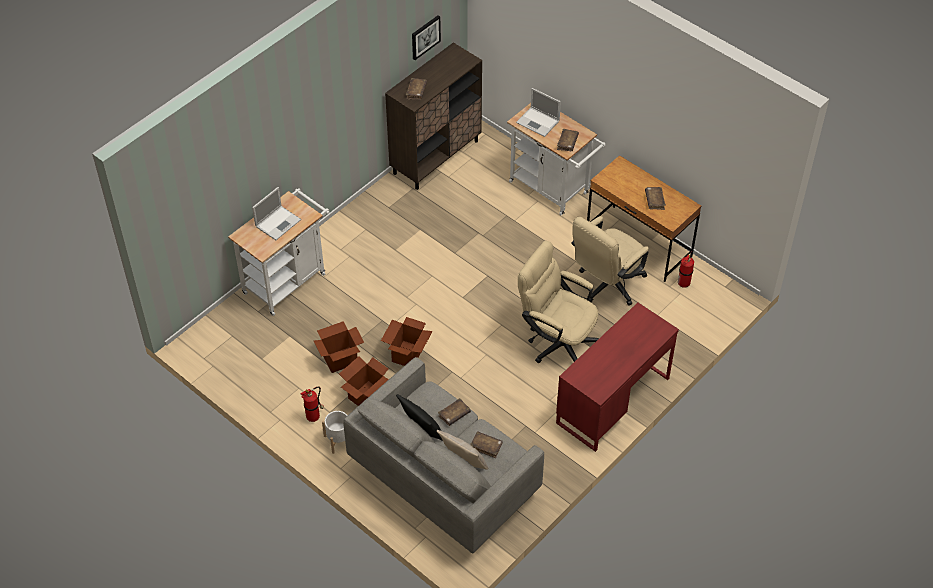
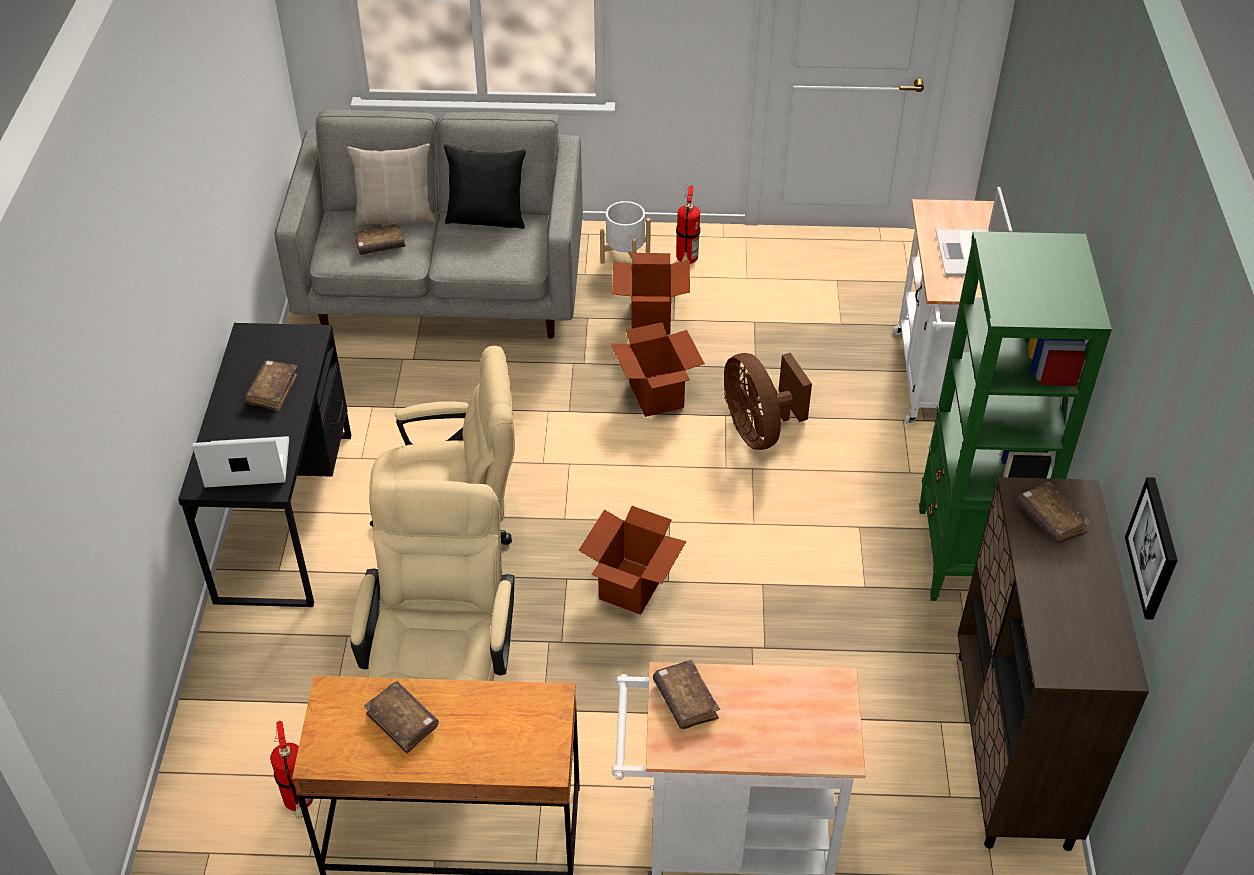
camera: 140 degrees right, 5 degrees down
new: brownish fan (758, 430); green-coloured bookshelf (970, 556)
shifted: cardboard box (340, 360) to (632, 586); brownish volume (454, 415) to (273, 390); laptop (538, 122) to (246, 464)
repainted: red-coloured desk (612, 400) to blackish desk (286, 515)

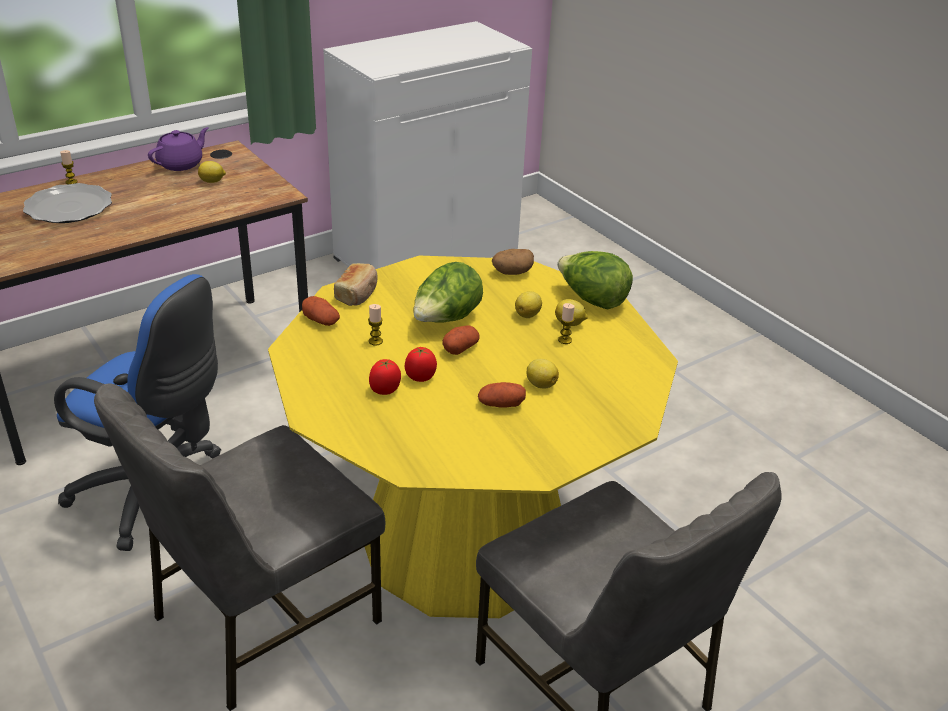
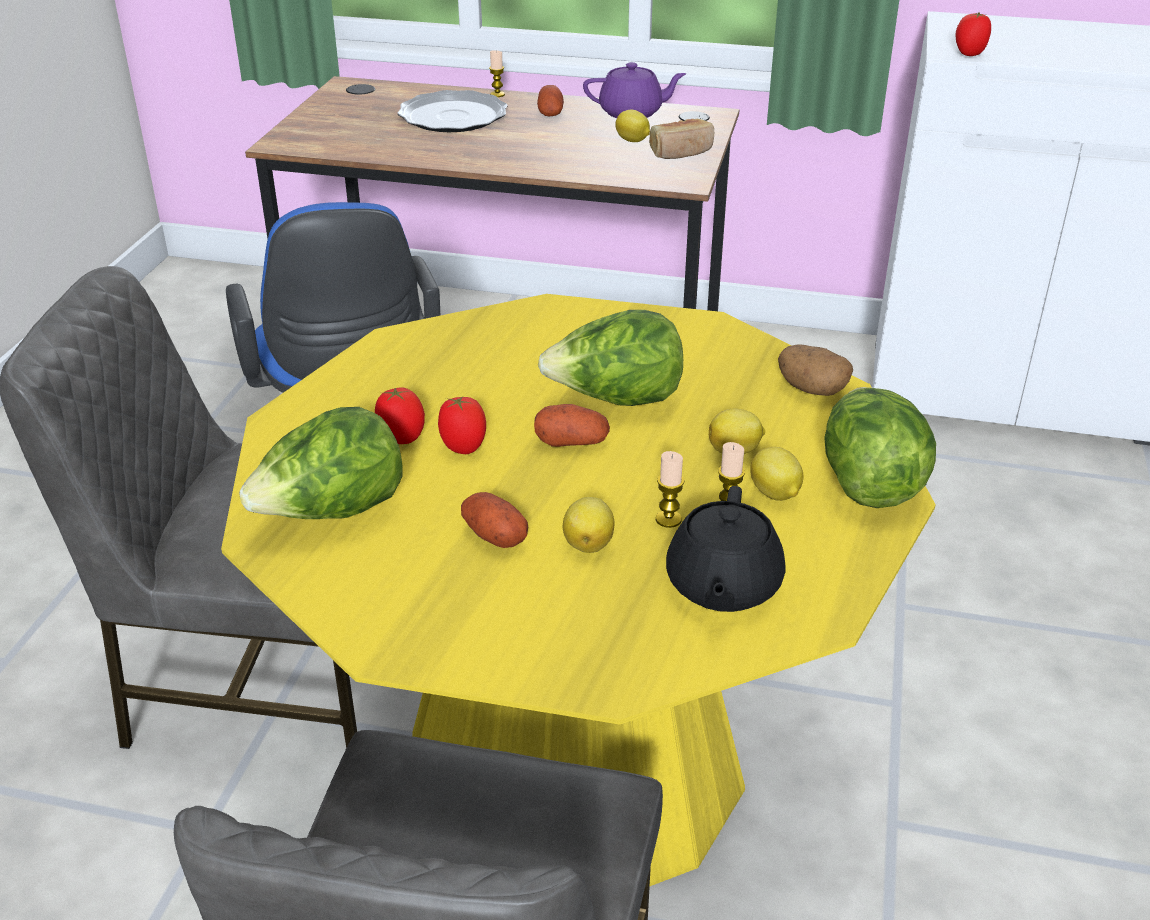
camera: 50 degrees right, 0 degrees up
new: lettuce (332, 514); blackish tea pot (722, 586); tomato (969, 54)
shifted: spud (321, 320) to (550, 113); bread (357, 294) to (681, 152); wax light (375, 341) to (668, 519)

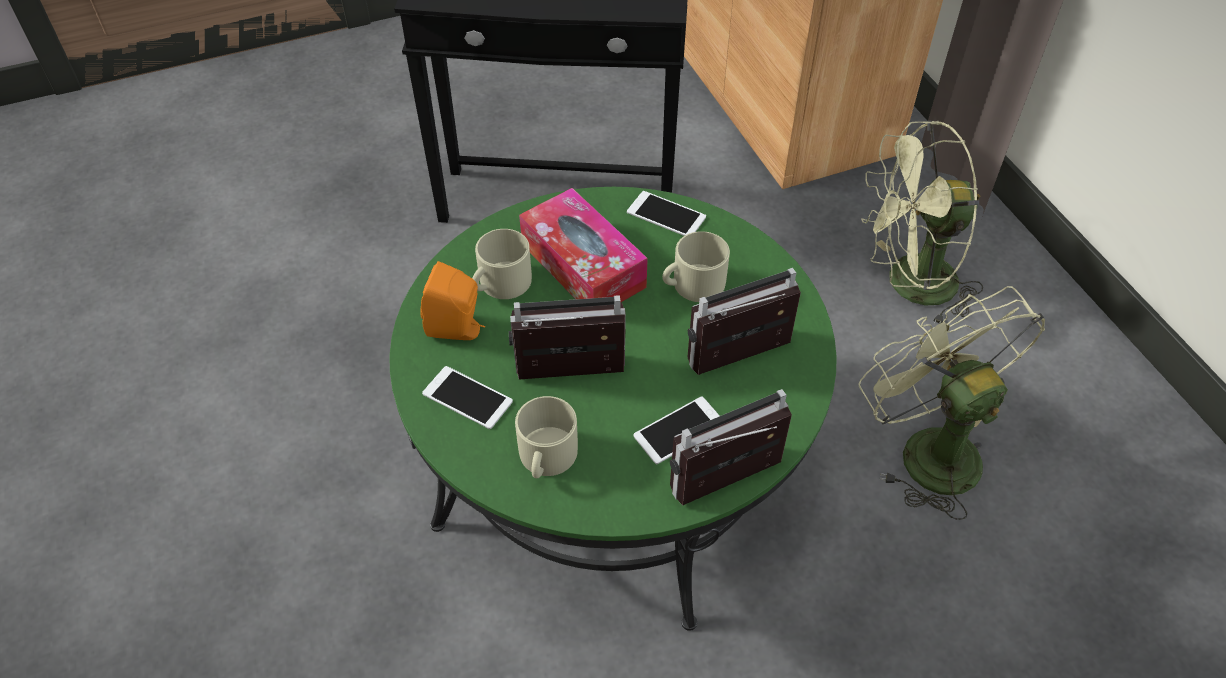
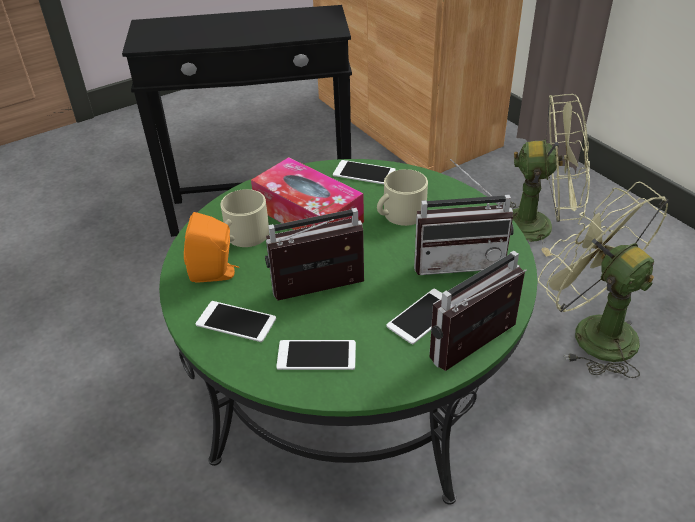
camera: 10 degrees left, 10 degrees down
swapped: sand-coloured coffee mug (546, 458) to phone (316, 355)
rotated: radio set (743, 362) = (458, 260) 150 degrees counterclockwise; green-coloured fan (908, 286) = (538, 225) 150 degrees counterclockwise

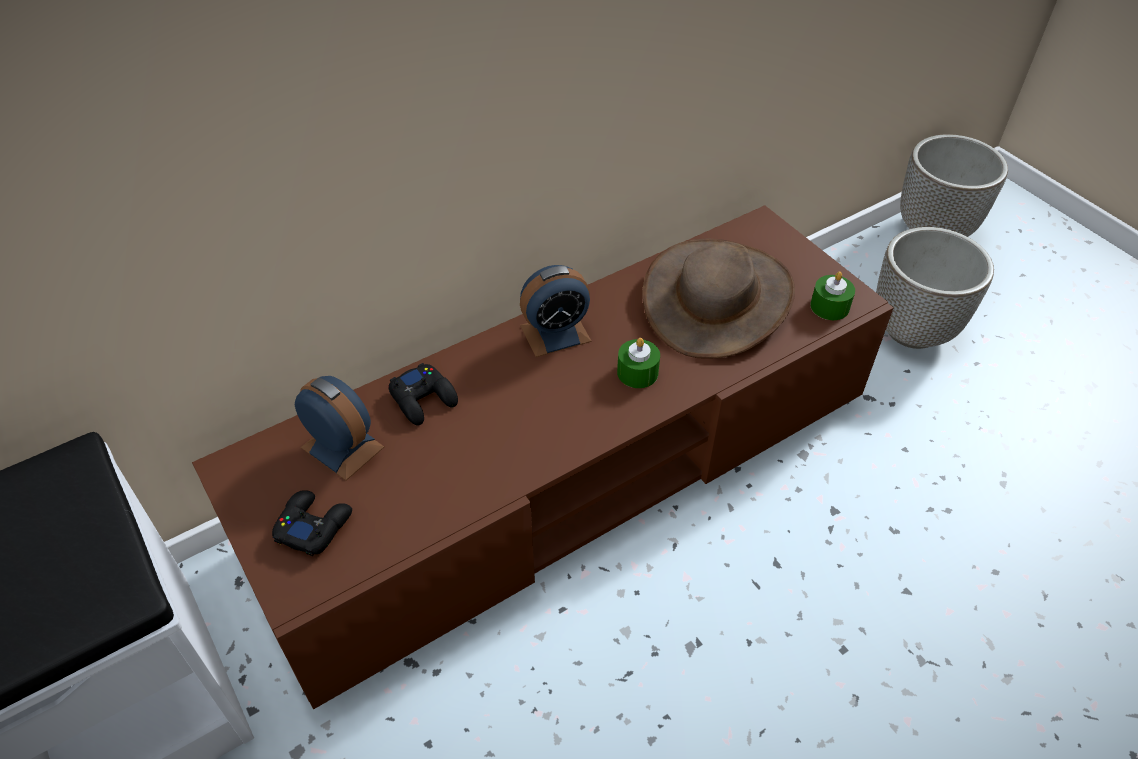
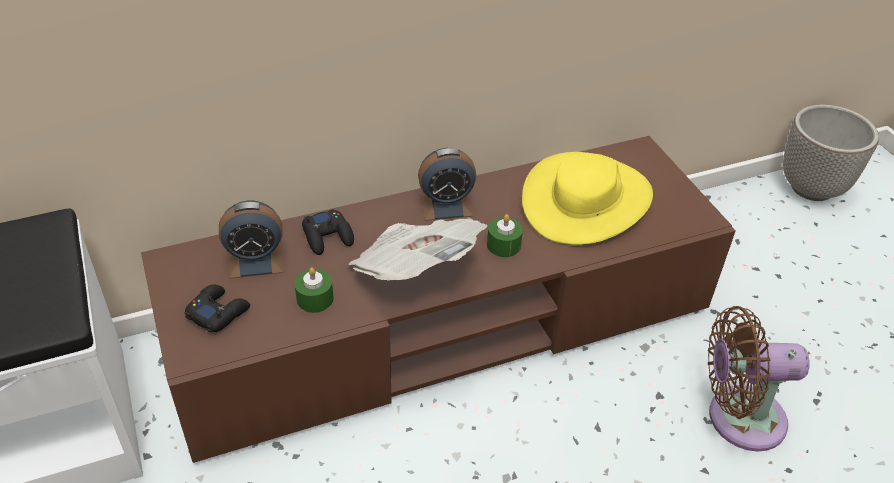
camera: 10 degrees right, 5 degrees down
gone: plant pot (913, 330)
new: printed paper (415, 270); brownish fan (738, 418)
shifted: green-coloured wax light (829, 306) to (315, 299)
repainted: brownish clothing hat (717, 299) to yellowish clothing hat (586, 201)
rotated: alarm clock (342, 447) = (255, 261) 120 degrees clockwise

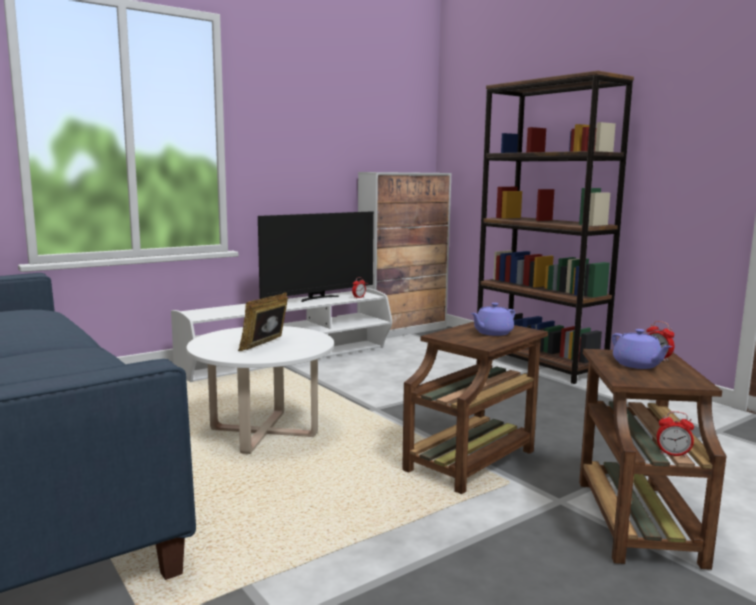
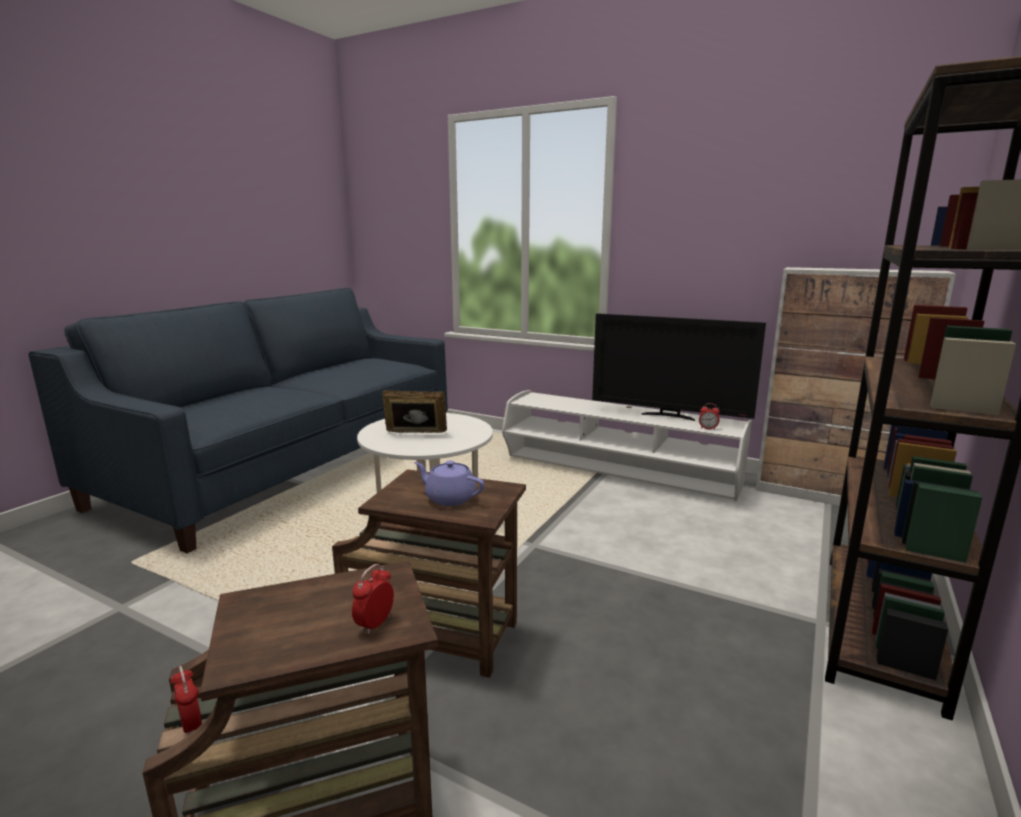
camera: 65 degrees right, 5 degrees up
gone: purplish tea pot (637, 365)
rotated: alarm clock (673, 454) = (191, 725) 150 degrees clockwise

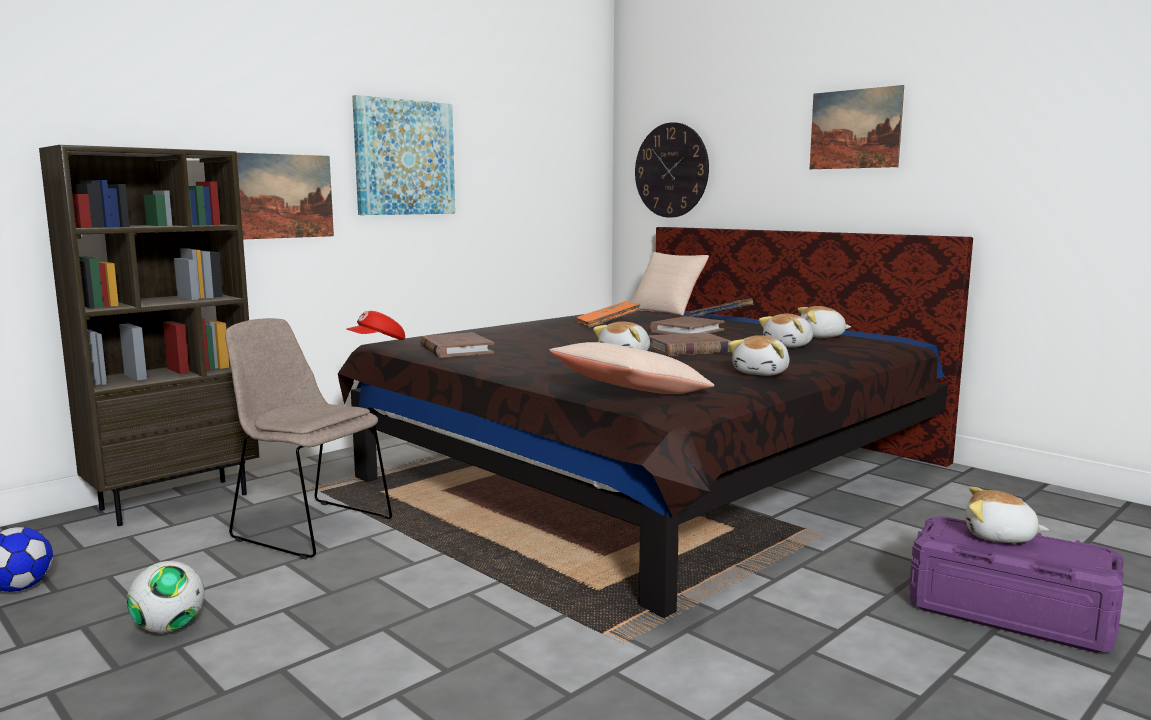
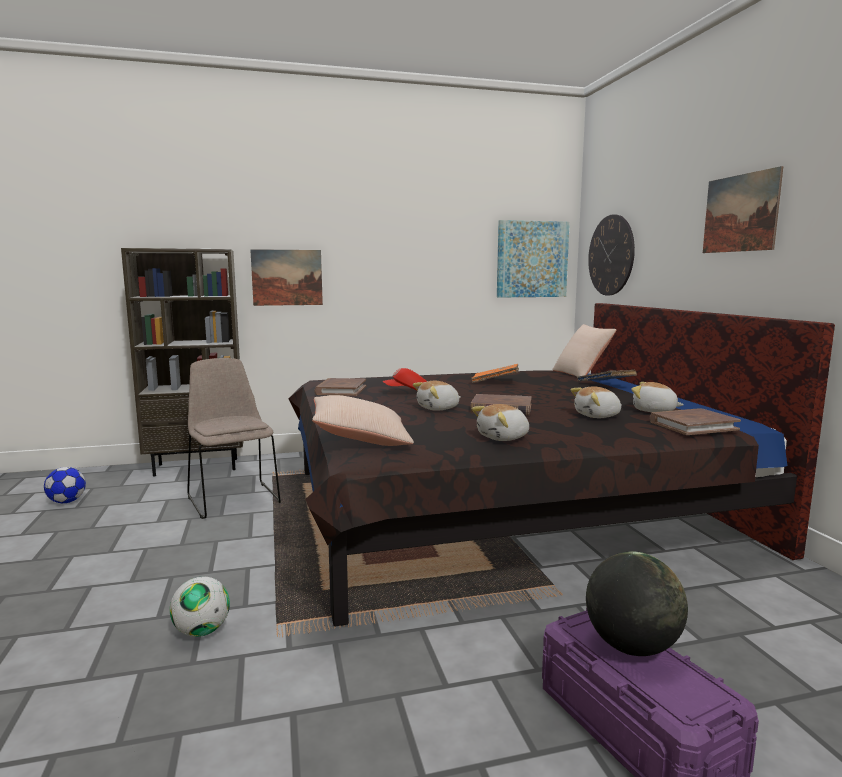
camera: 30 degrees right, 0 degrees up
shifted: ball for football (169, 628) to (202, 631); red-coloured peaked cap (377, 342) to (407, 393); picture (404, 157) to (532, 259); brownish volume (686, 331) to (693, 425)
swapped: cuddly toy (999, 537) to world globe (632, 646)

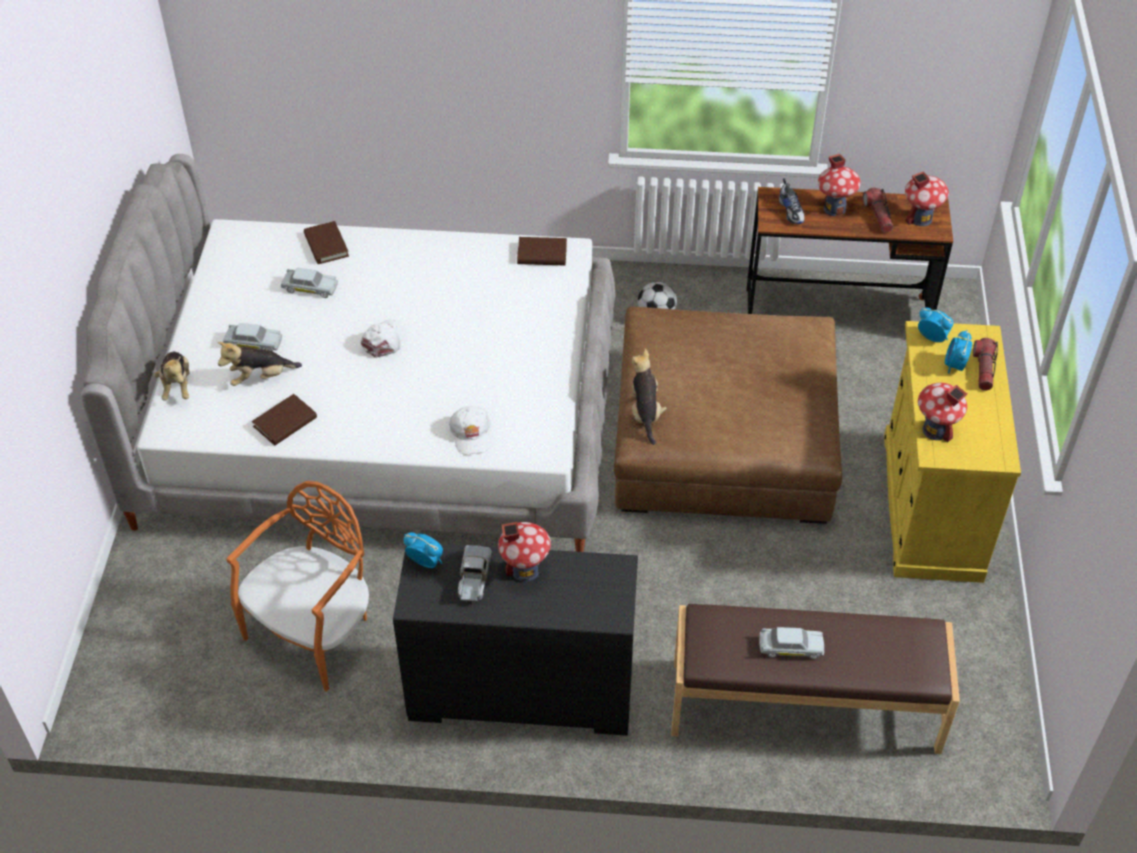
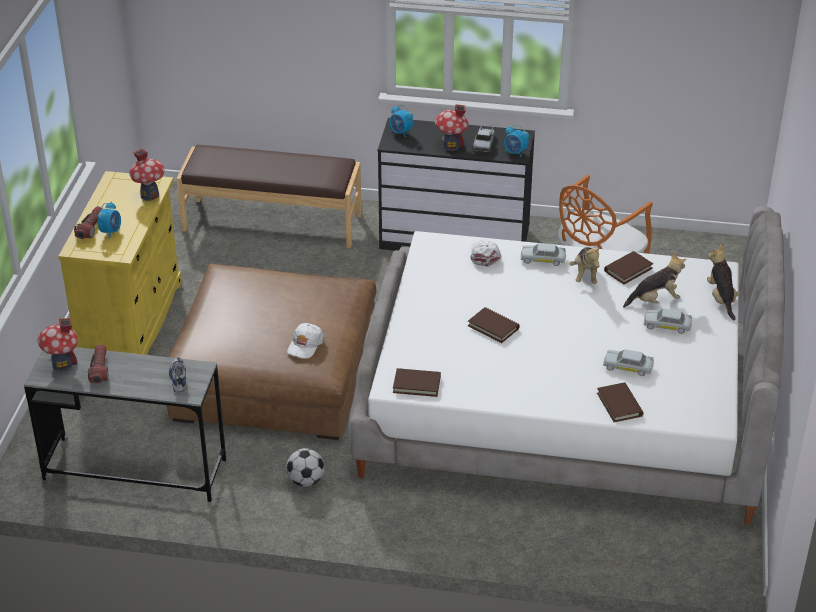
camera: 175 degrees left, 10 degrees down
gone: model house (834, 208)
new: brownish volume (493, 327)
shifted: white peaked cap (384, 340) to (305, 345); cuddly toy (645, 413) to (585, 275); white miniature car (790, 647) to (543, 259); alarm clock (932, 337) to (400, 132)
repainted: brownish desk (836, 315) to grey desk (135, 470)

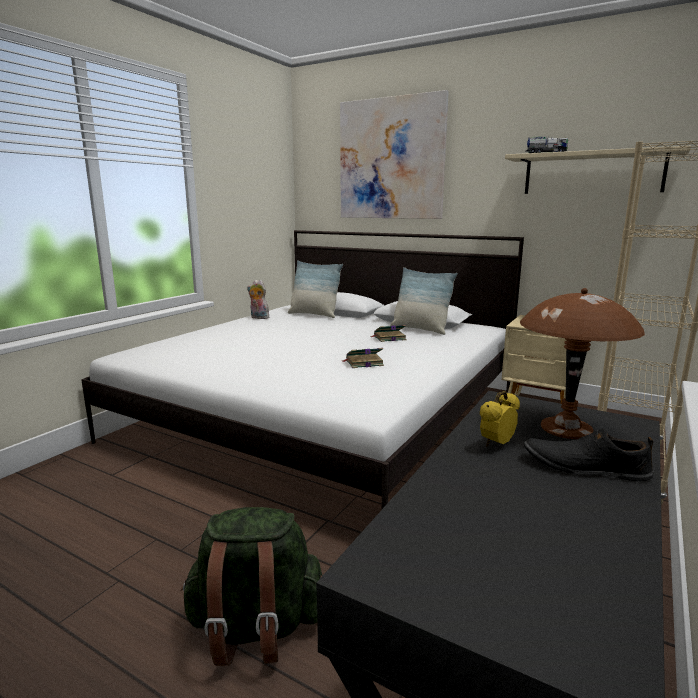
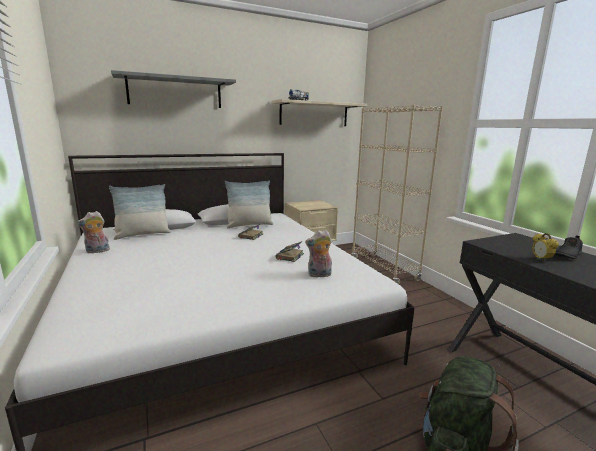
camera: 55 degrees left, 0 degrees up
gone: brownish lamp for a table (566, 428)
new: cuddly toy (319, 275)
swapped: picture (391, 159) to grey shelf (175, 92)

